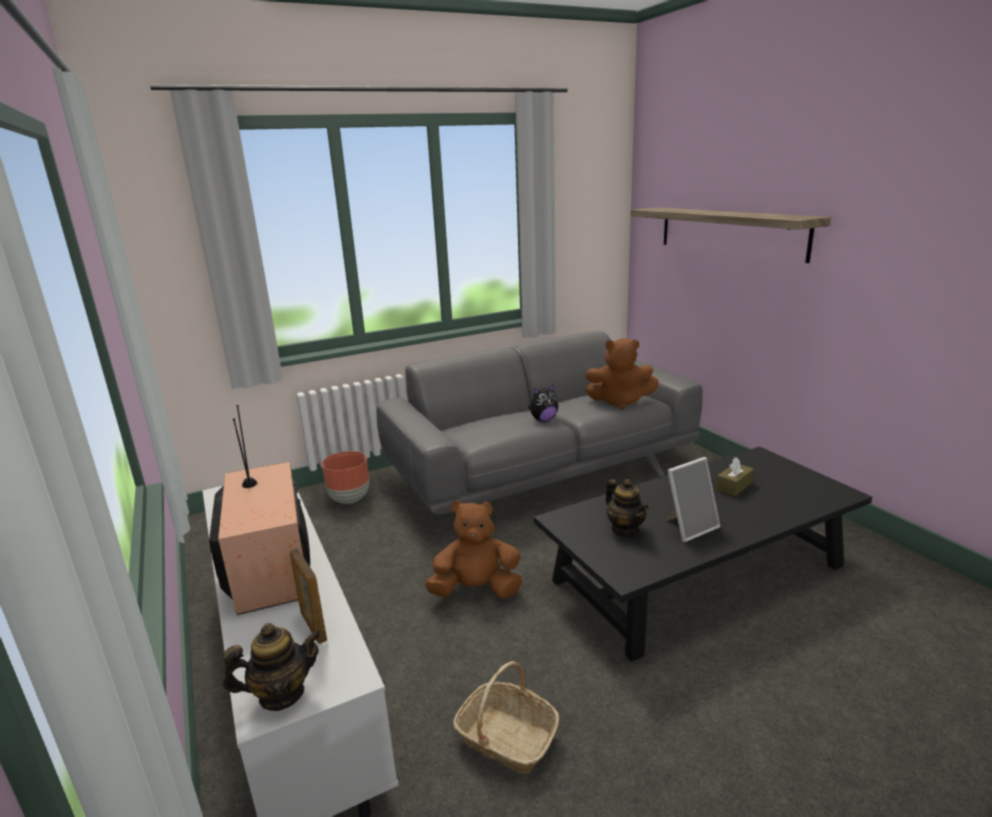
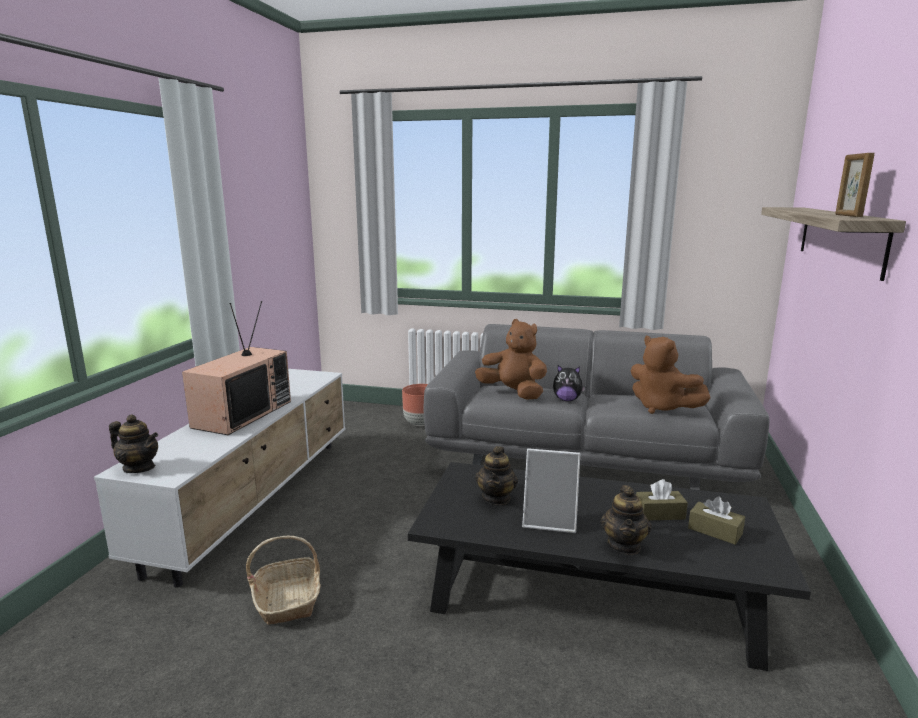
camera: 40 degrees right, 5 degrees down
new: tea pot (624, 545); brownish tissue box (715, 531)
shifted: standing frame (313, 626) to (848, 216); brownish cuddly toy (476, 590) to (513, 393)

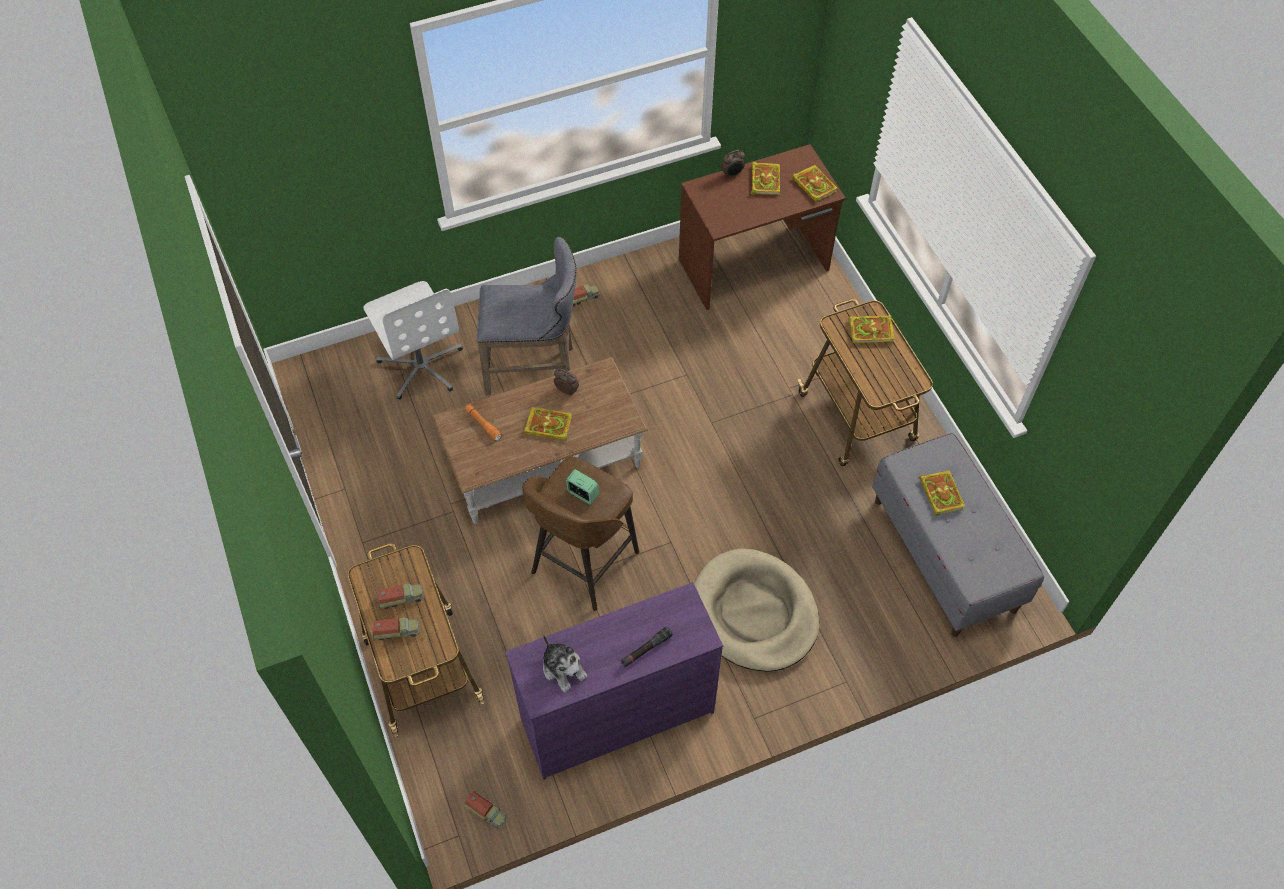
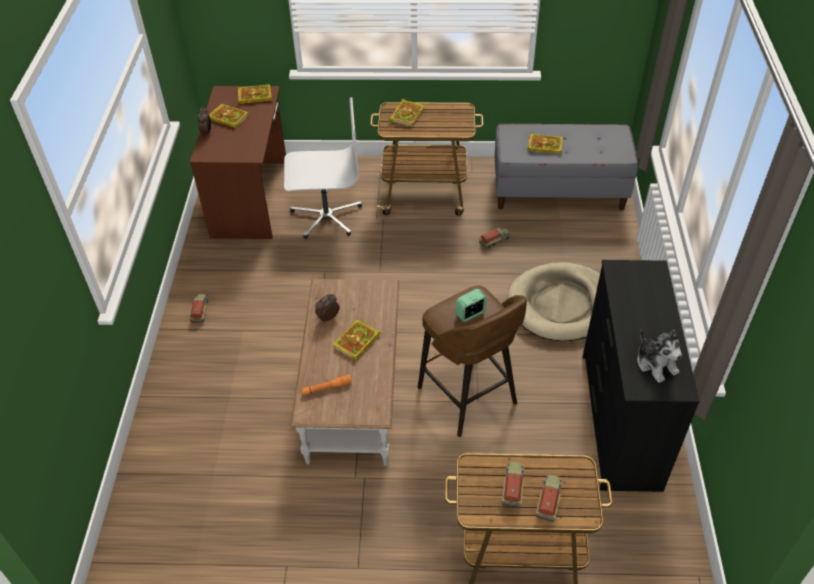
camera: 65 degrees left, 10 degrees down
gone: grey stool seat (535, 368); blackish flashlight (646, 649)
shifted: white office chair (422, 365) to (326, 216); model truck (486, 812) to (494, 240)
repainted: purplish drawer chest (616, 714) to blackish drawer chest (618, 420)
rotated: cuddly toy (563, 668) = (656, 364) 75 degrees clockwise

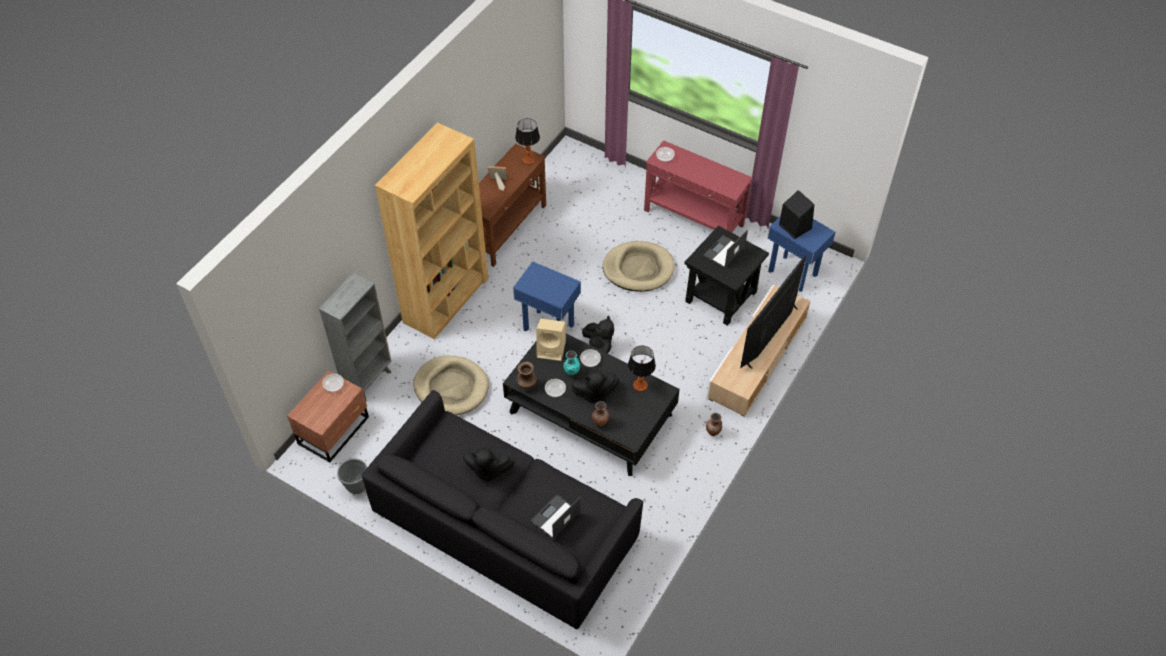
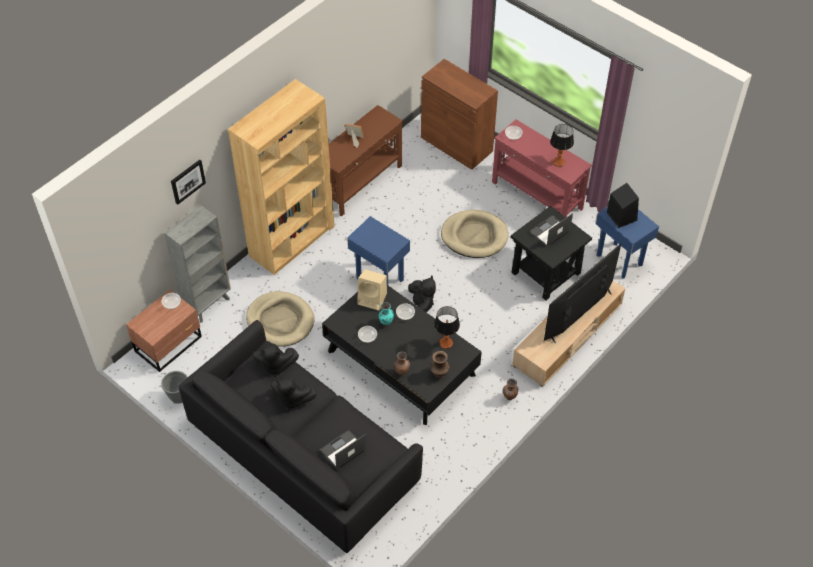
camera: 10 degrees right, 0 degrees up
new: picture (187, 181); brownish cabinet (456, 144)
shifted: lamp for a table (528, 160) to (558, 162); brownish flower vase (526, 386) to (439, 373); blackish cuddly toy (594, 394) to (275, 366)

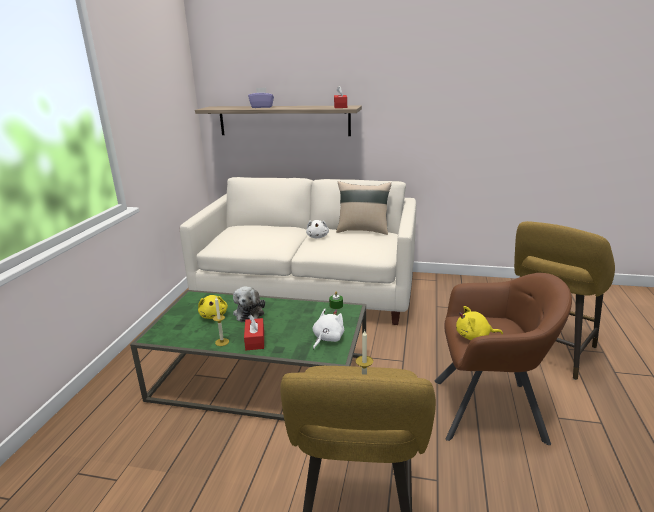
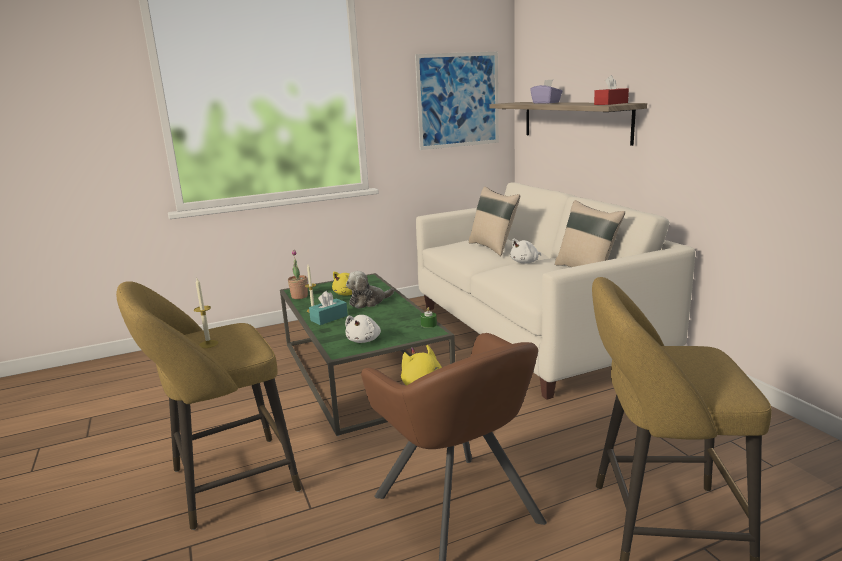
camera: 55 degrees right, 5 degrees down
new: potted plant (299, 296); picture (458, 100); sand-coloured cushion (493, 247)
repainted: red-coloured tissue box (255, 340) to turquoise tissue box (329, 318)
rotated: white cuddly toy (327, 339) = (364, 340) 105 degrees clockwise

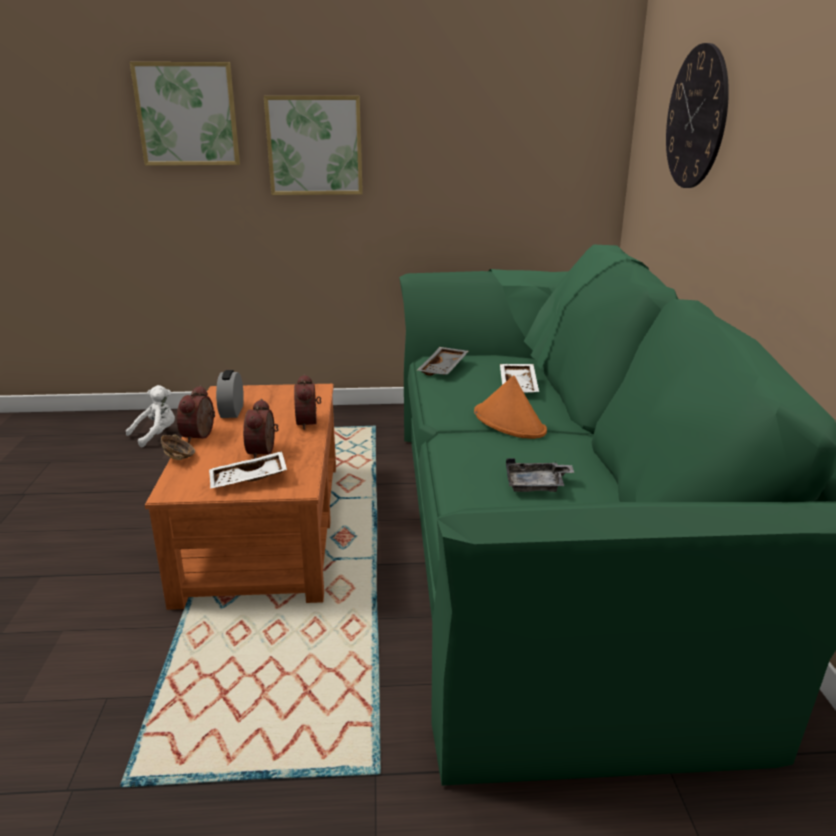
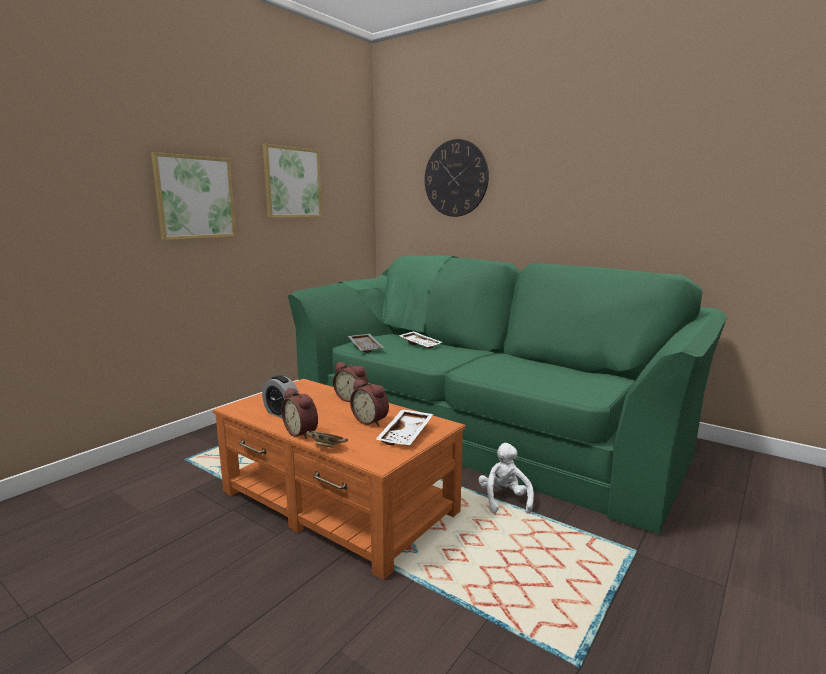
camera: 50 degrees left, 10 degrees down
gone: orange-coloured clothing hat (509, 422); grey tray (536, 485)
shifted: white cuddly toy (156, 435) to (504, 500); picture (187, 114) to (292, 182)

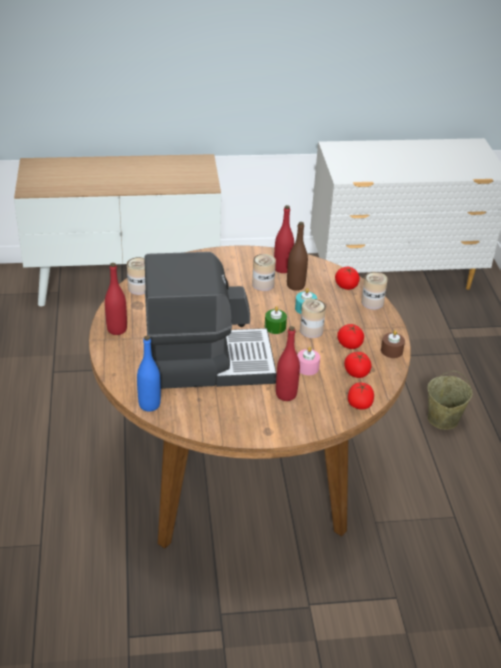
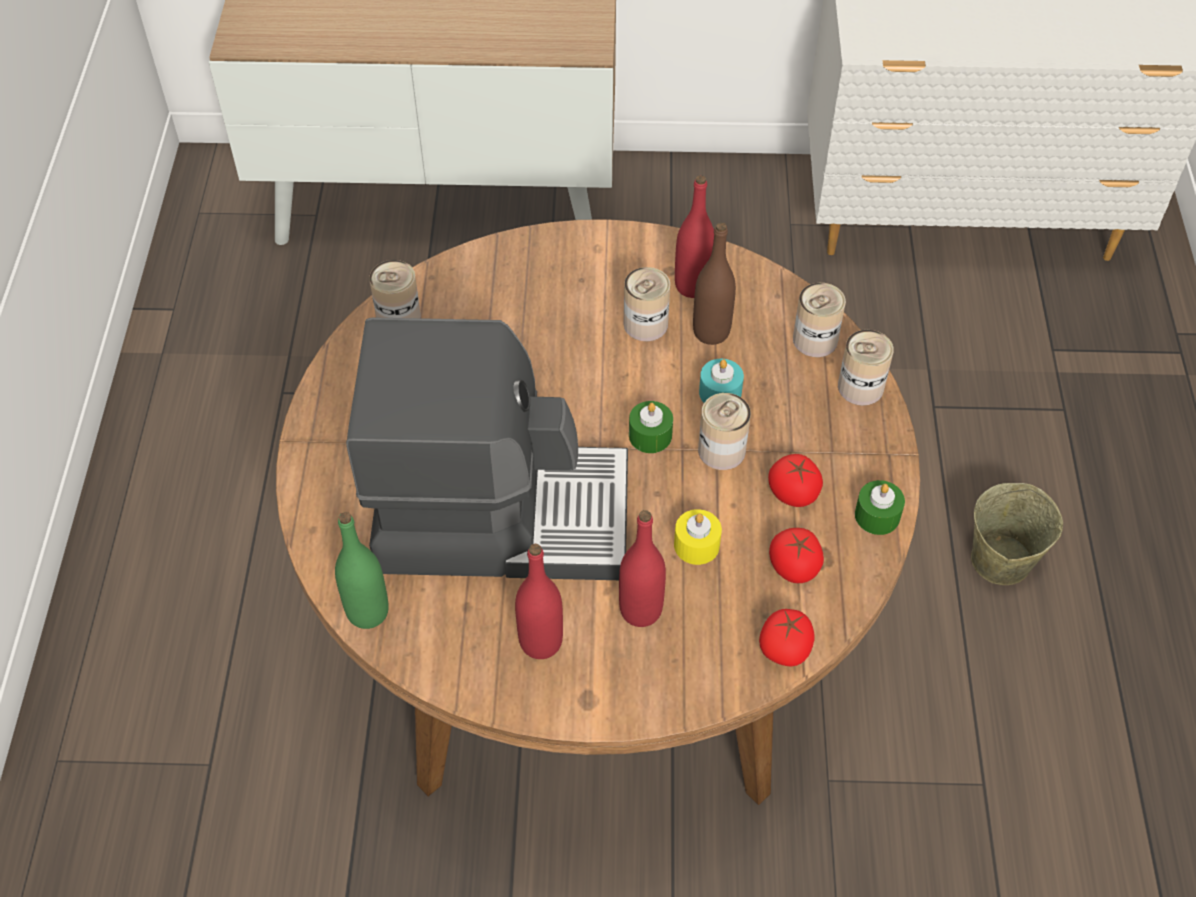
camera: 10 degrees right, 15 degrees up
shifted: red-coloured bottle (117, 329) to (541, 642)
swapped: tomato (346, 286) to metal can (815, 340)
repainted: blue bottle (149, 405) to green-coloured bottle (367, 612); pink wax light (307, 367) to yellowish wax light (696, 545); brownish wax light (391, 351) to green-coloured wax light (877, 515)

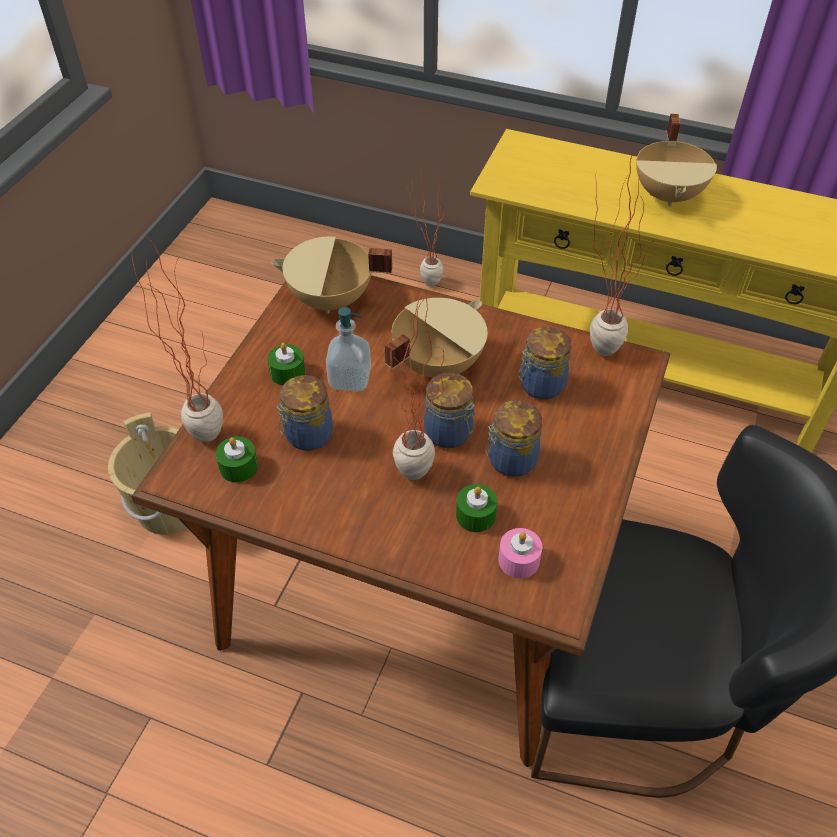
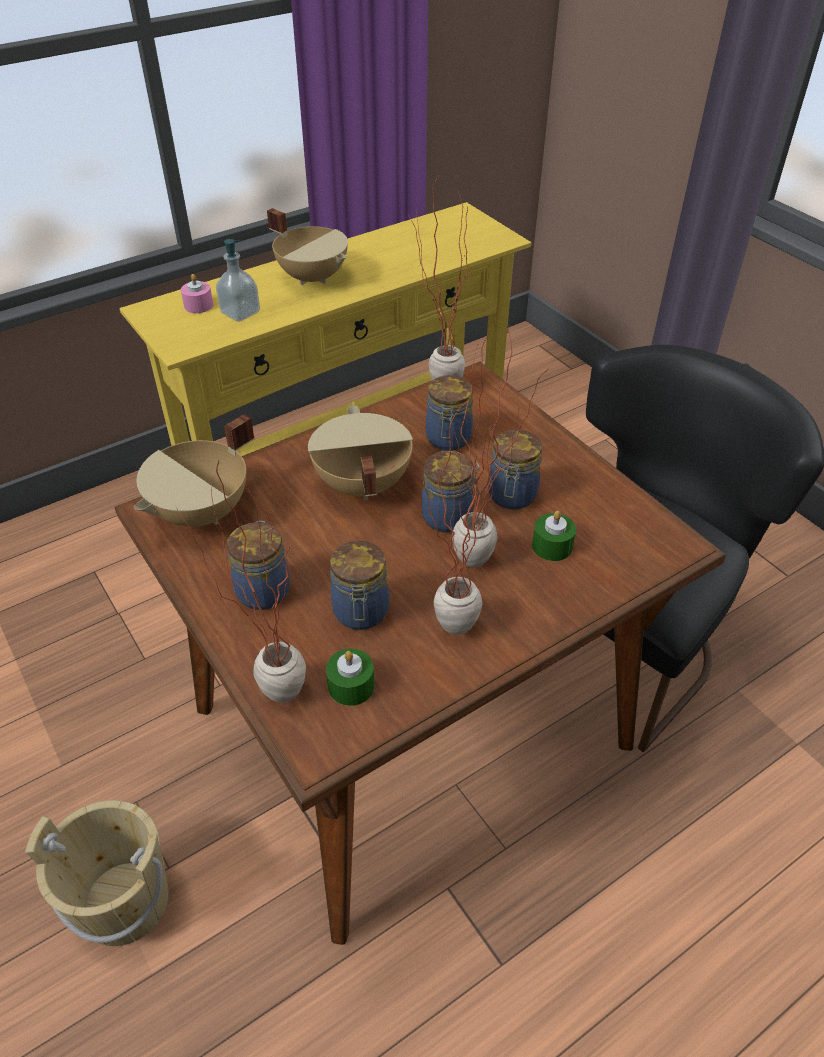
camera: 55 degrees left, 5 degrees down
shifted: soap bottle (350, 379) to (240, 313); potted plant (424, 282) to (446, 636); pink wax light (519, 560) to (198, 305)
swapped: green-coloured wax light (287, 373) to preserve jar (263, 589)

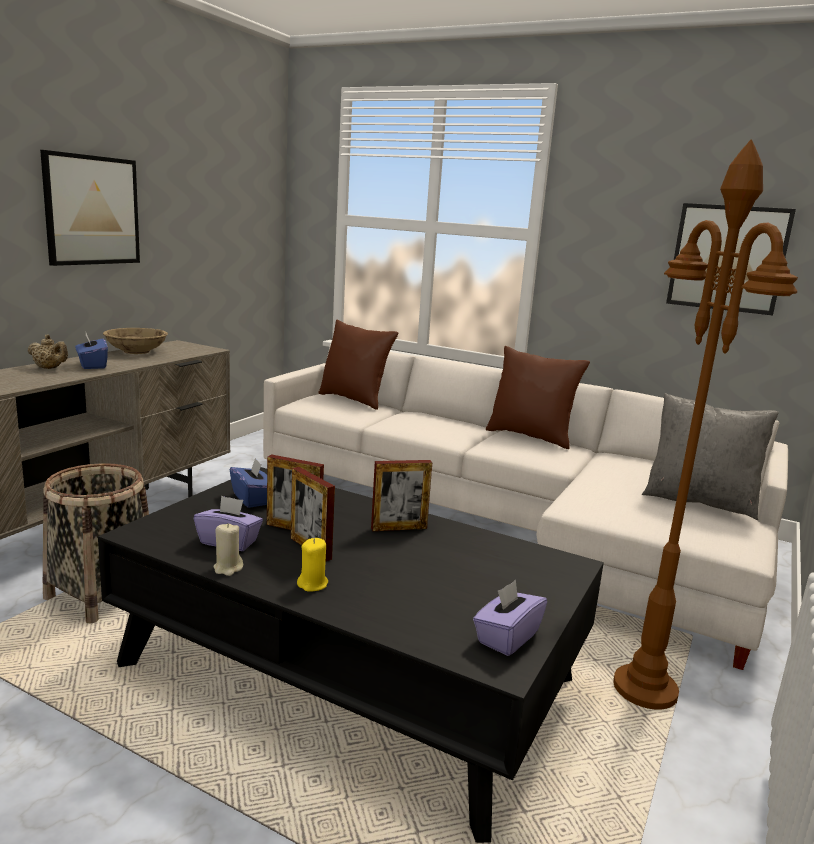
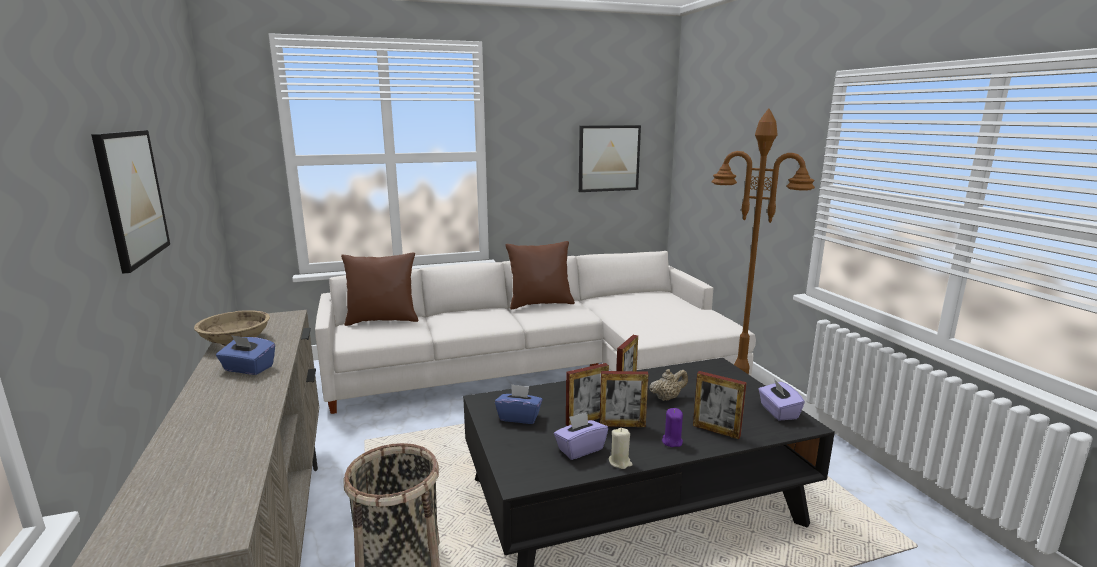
camera: 45 degrees left, 0 degrees up
gone: grey cushion (699, 501)
new: standing frame (716, 431)
shifted: sand-coloured tea pot (50, 368) to (667, 398)
repainted: yellowish wax light (313, 584) to purplish wax light (672, 441)

